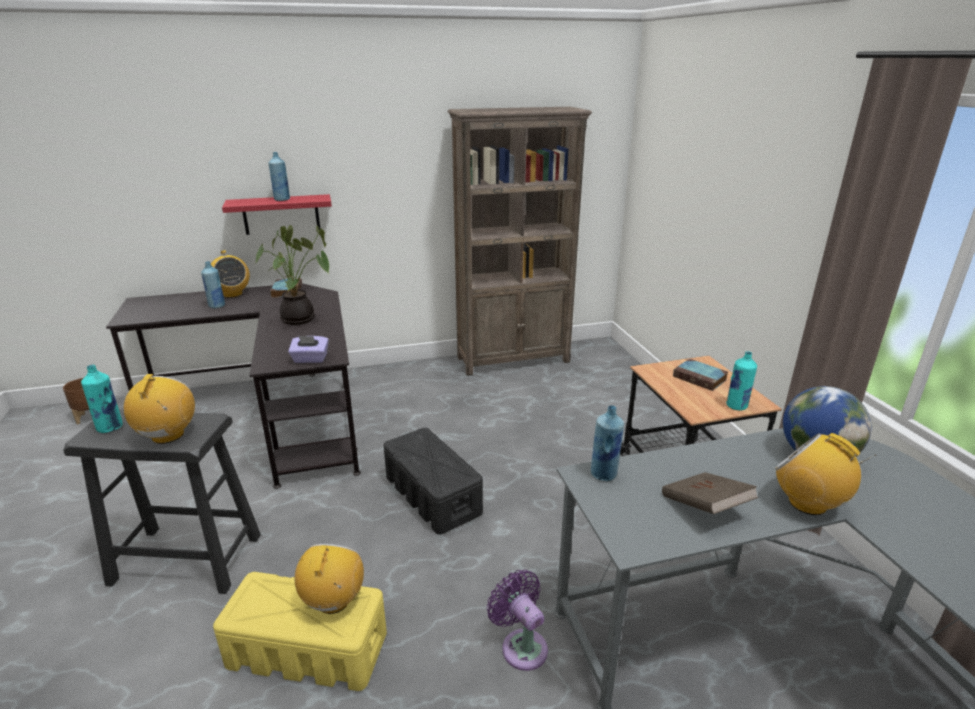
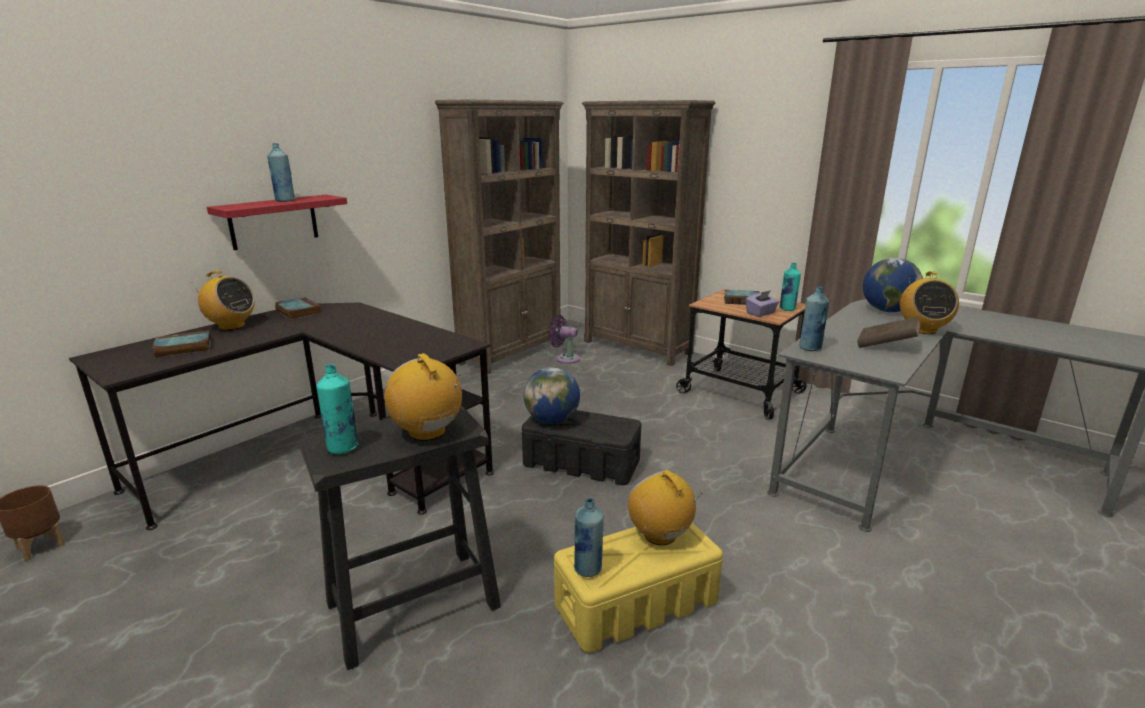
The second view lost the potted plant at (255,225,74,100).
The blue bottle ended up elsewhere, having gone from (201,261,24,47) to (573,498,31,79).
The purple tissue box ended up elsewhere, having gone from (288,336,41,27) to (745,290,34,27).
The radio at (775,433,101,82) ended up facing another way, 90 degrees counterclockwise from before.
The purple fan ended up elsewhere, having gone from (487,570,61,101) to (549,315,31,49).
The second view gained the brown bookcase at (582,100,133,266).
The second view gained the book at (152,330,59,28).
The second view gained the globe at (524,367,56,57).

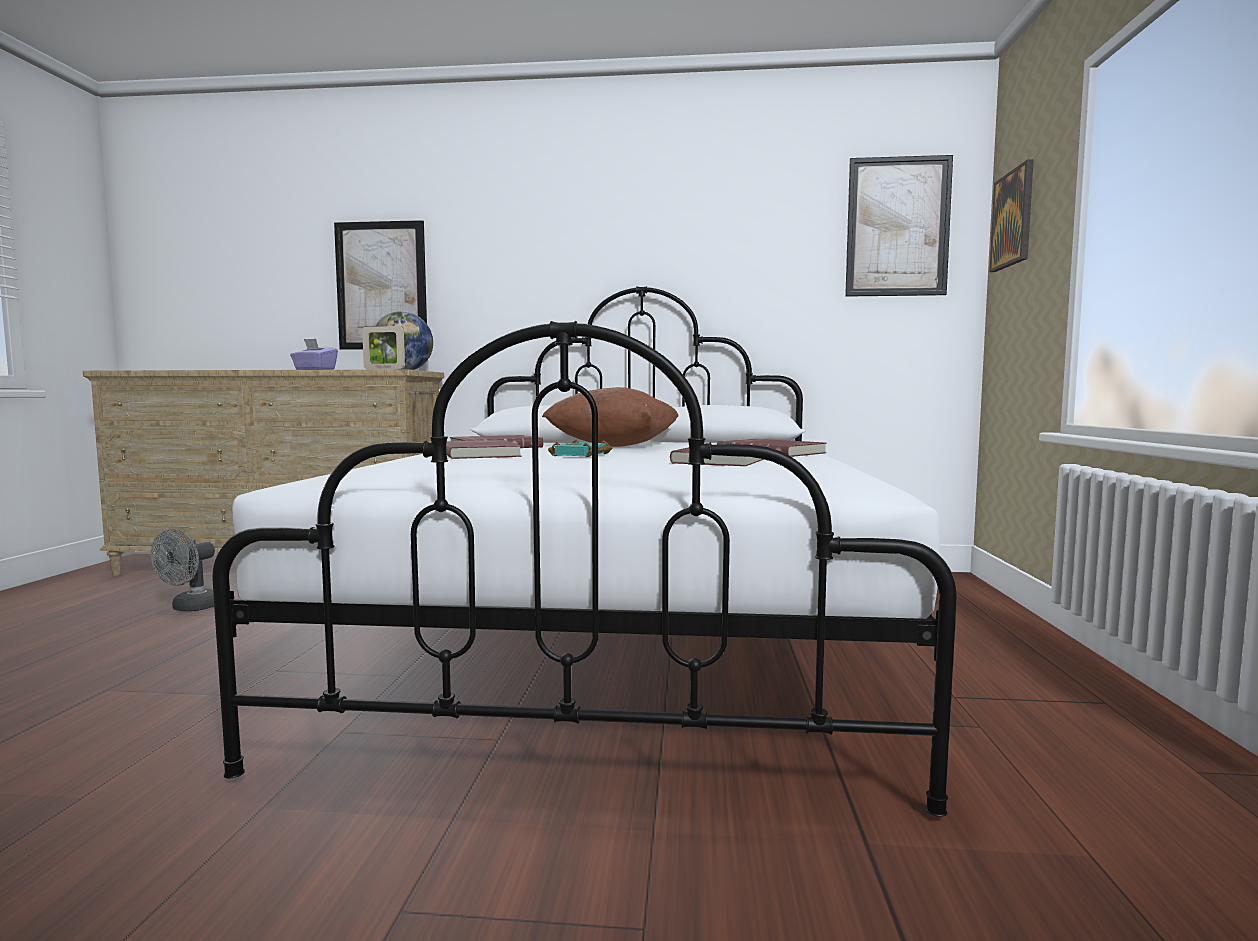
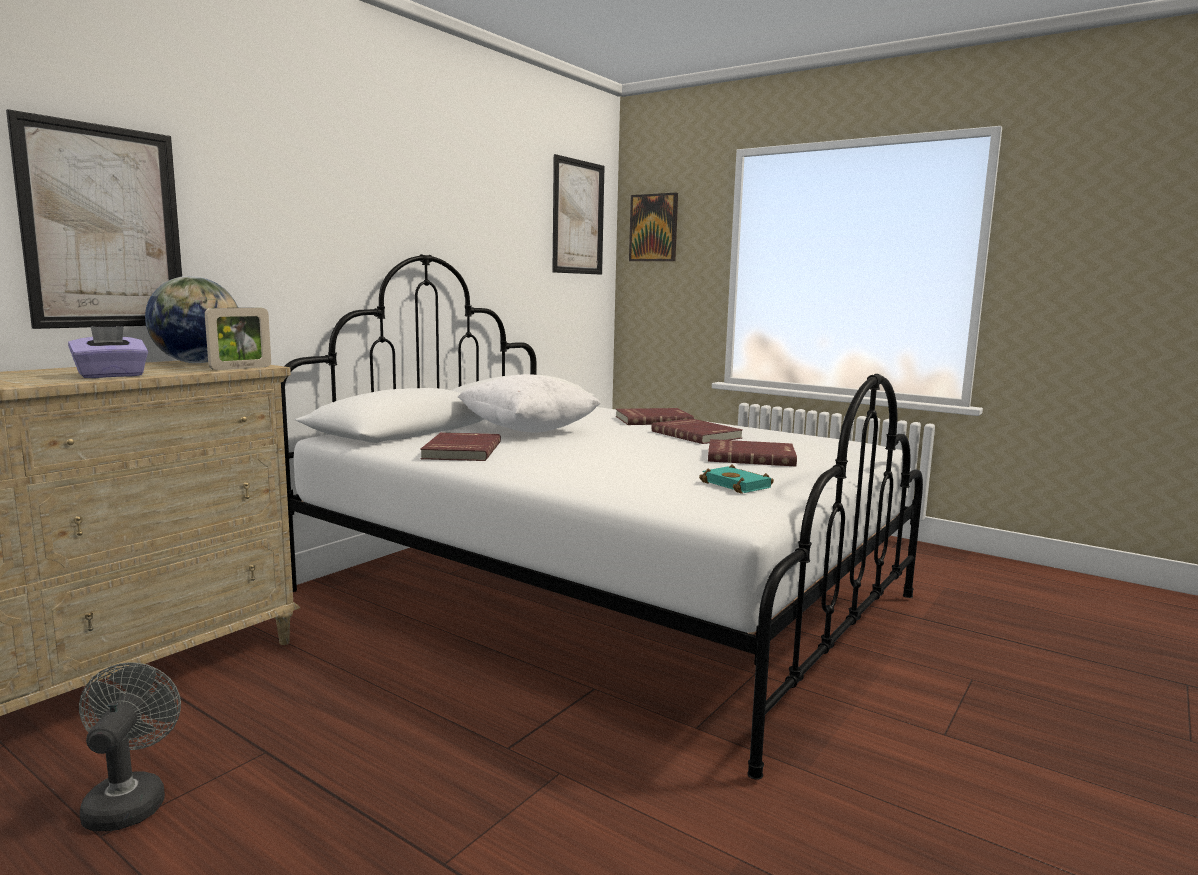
What was the brown pillow at (542,387,137,60) turned into the white pillow at (458,374,143,58).
The red book ended up elsewhere, having gone from (446,440,75,19) to (708,439,89,28).
The turquoise book ended up elsewhere, having gone from (548,440,64,17) to (699,464,75,30).
The grey fan at (151,529,64,82) ended up facing another way, 150 degrees counterclockwise from before.

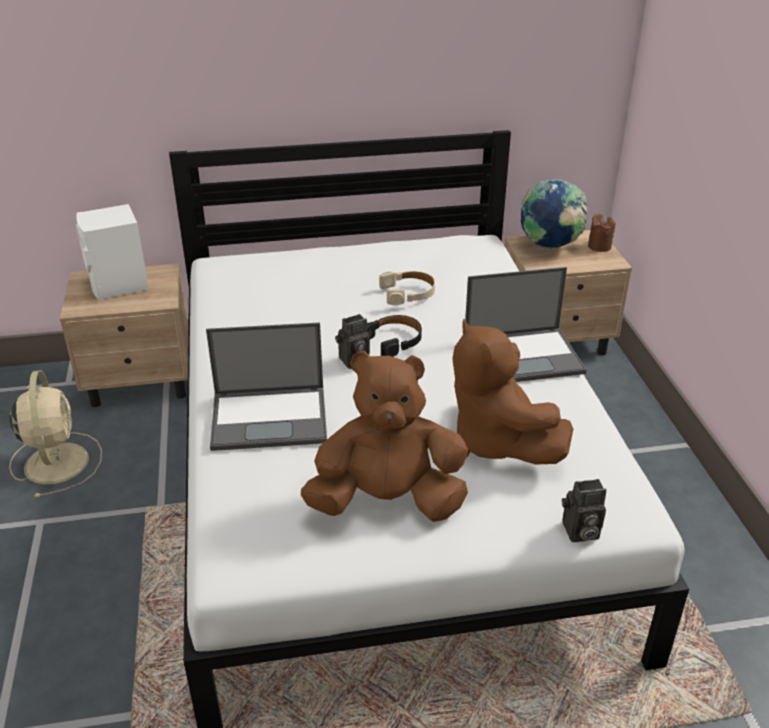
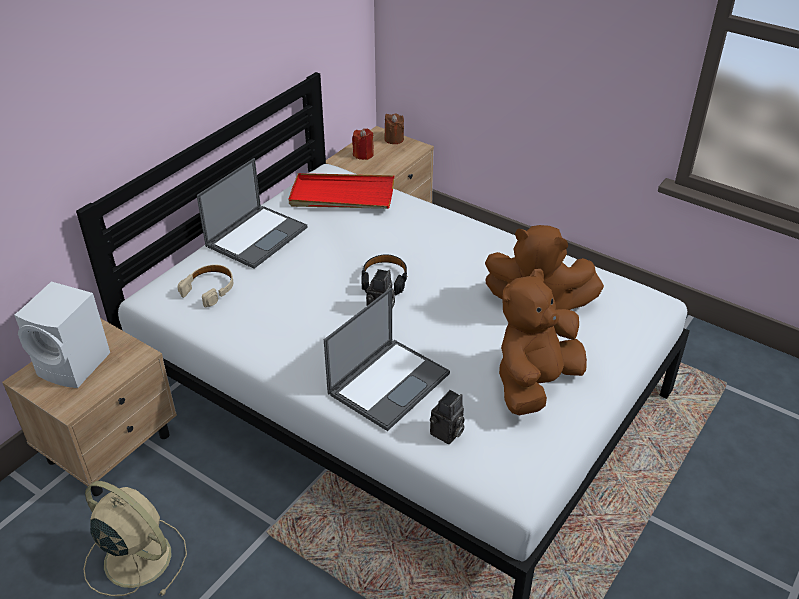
Where the globe stood at (521,179,67,70), the red candle came to stand at (352,128,22,32).
The laptop ended up elsewhere, having gone from (465,267,122,115) to (197,158,110,111).
The beige headphones ended up elsewhere, having gone from (379,271,56,34) to (178,264,55,44).
The photo camera ended up elsewhere, having gone from (562,479,44,63) to (430,390,35,54).
The second view gained the red tray at (288,173,106,36).

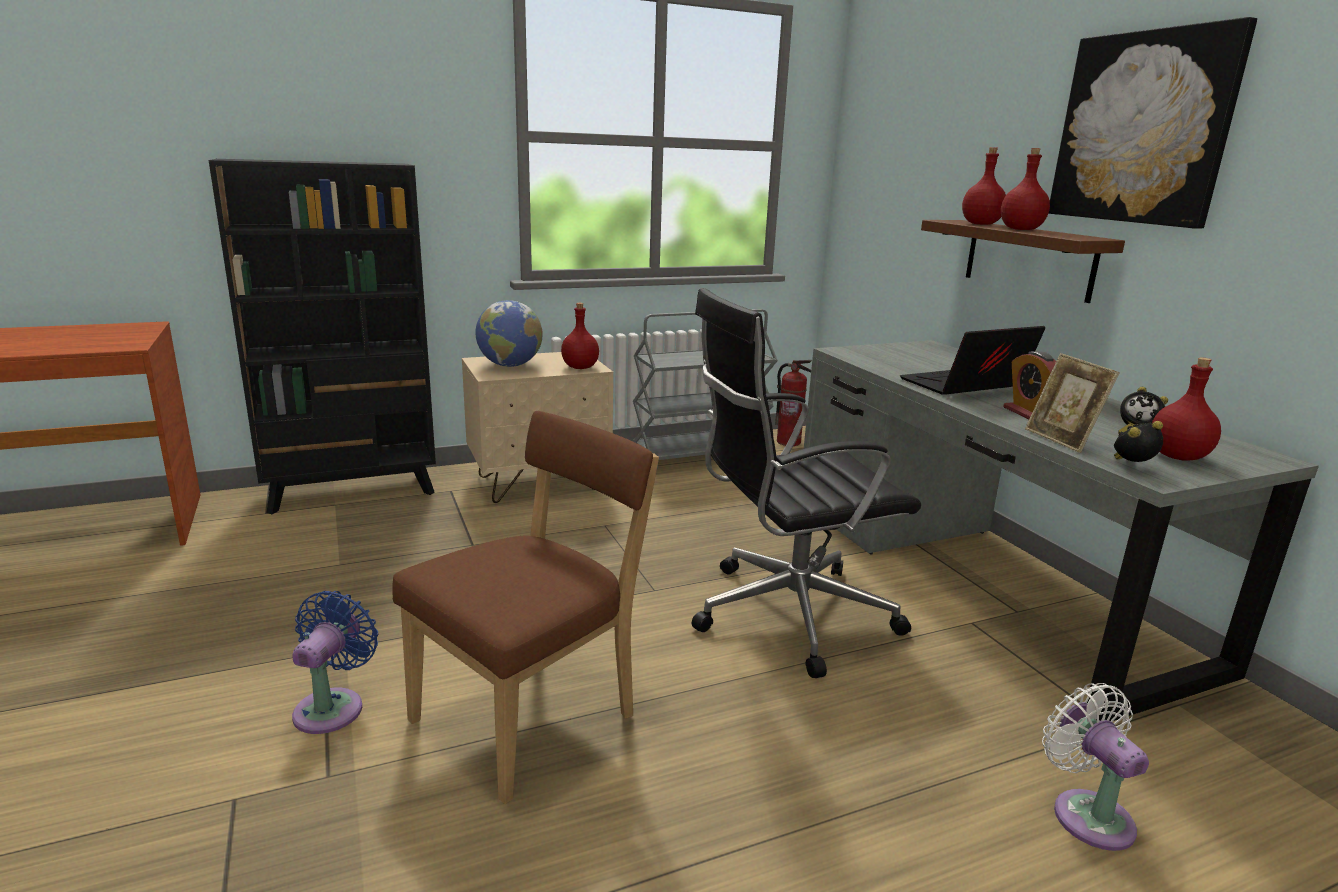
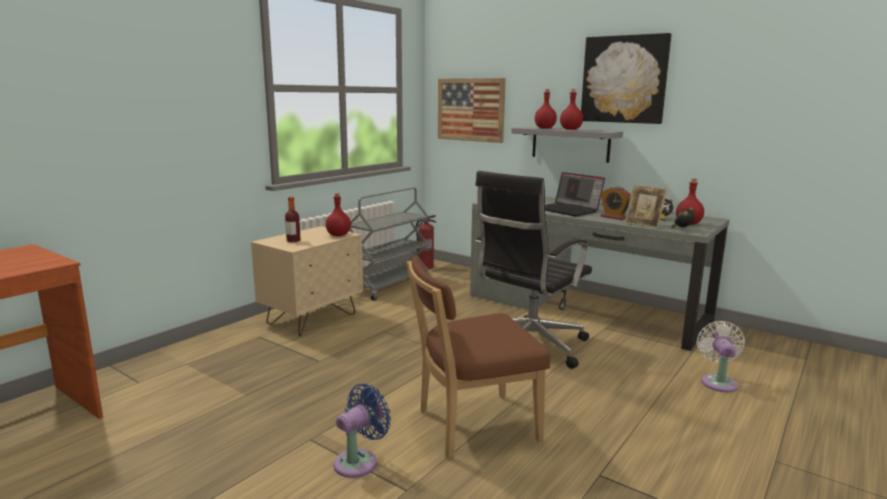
The second view lost the black bookcase at (209,159,227,355).
What was the brown shelf at (921,220,204,83) turned into the grey shelf at (511,127,112,36).
Where the globe stood at (476,300,67,67), the bottle came to stand at (285,197,16,45).
The laptop at (900,326,145,69) ended up facing another way, 75 degrees counterclockwise from before.
The brown chair at (392,411,267,393) ended up facing another way, 120 degrees counterclockwise from before.
The blue fan at (292,591,86,143) ended up facing another way, 60 degrees clockwise from before.
The white fan at (1042,683,107,168) ended up facing another way, 60 degrees clockwise from before.
The second view gained the picture at (438,78,68,65).

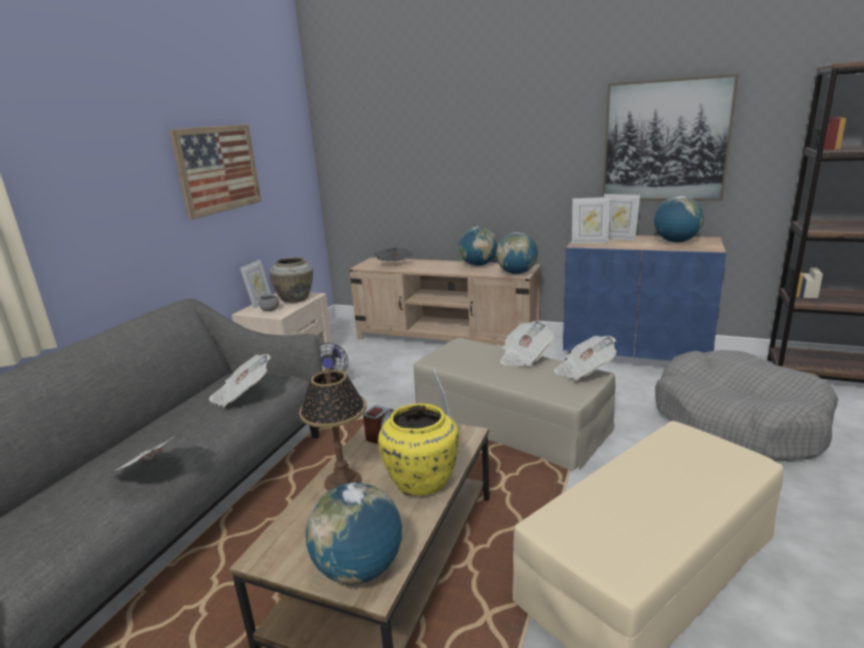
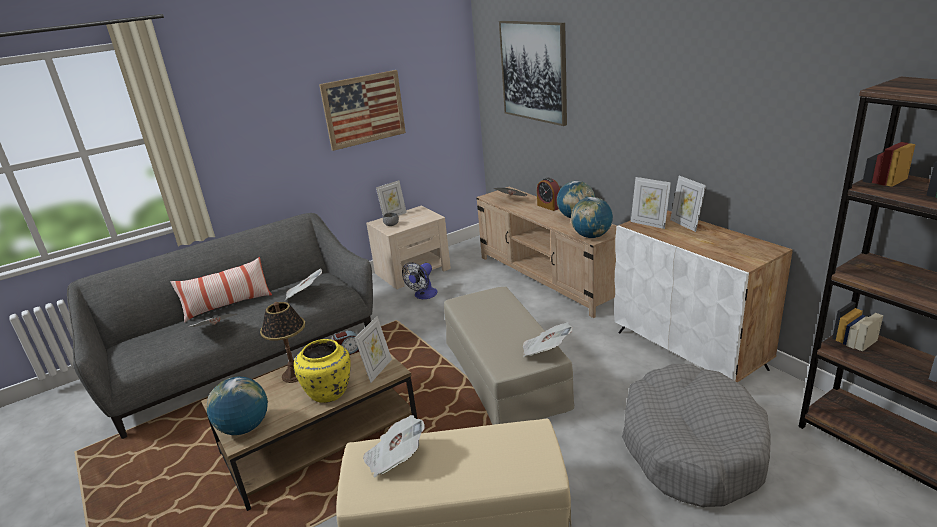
The picture ended up elsewhere, having gone from (602,74,137,127) to (499,21,68,105).
The second view lost the globe at (654,196,50,47).
What was the blue cabinet at (563,235,163,126) turned into the white cabinet at (614,210,179,172).
The second view lost the beige vase at (270,257,43,46).
The newspaper ended up elsewhere, having gone from (500,321,54,45) to (363,415,62,63).
The second view gained the alarm clock at (537,178,23,33).
The second view gained the pillow at (171,257,101,65).

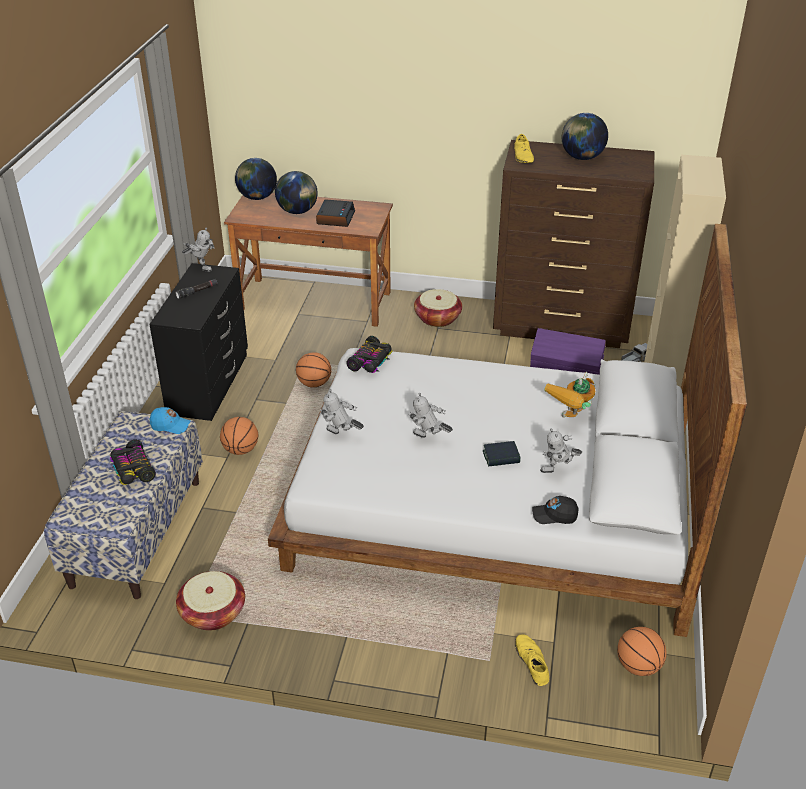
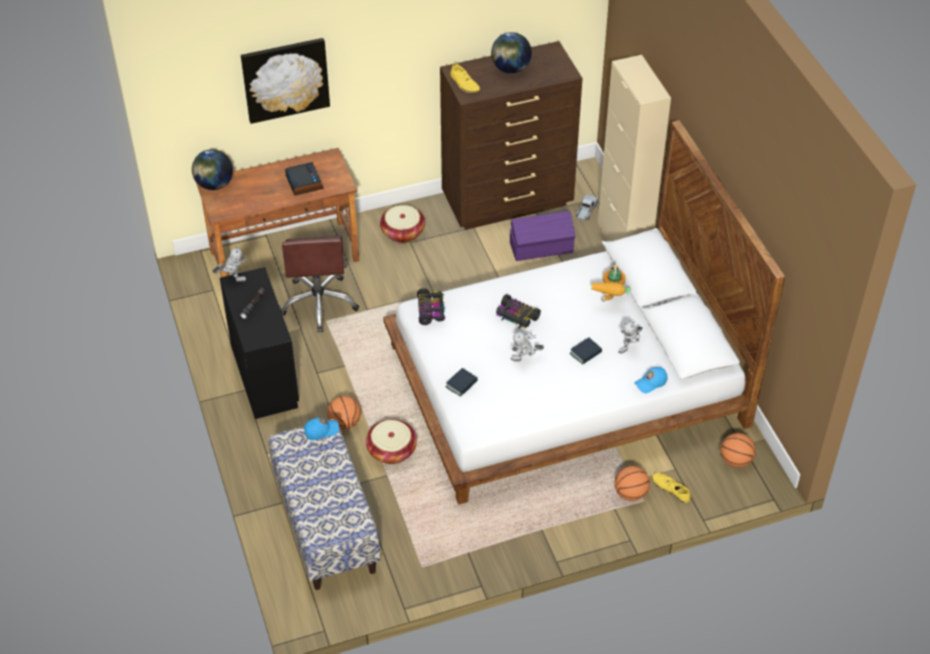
The second view lost the globe at (275,171,43,43).
The basketball ended up elsewhere, having gone from (296,352,35,36) to (614,466,36,35).
Where the toy robot stood at (320,389,44,45), the book came to stand at (446,368,32,29).
The toy car ended up elsewhere, having gone from (110,440,46,45) to (496,294,45,35).
What was the black cap at (532,496,47,28) turned into the blue cap at (634,367,33,26).
The basket ended up elsewhere, having gone from (176,571,69,60) to (366,419,51,45).
The second view gained the picture at (241,38,89,86).
The second view gained the brown office chair at (281,236,78,96).

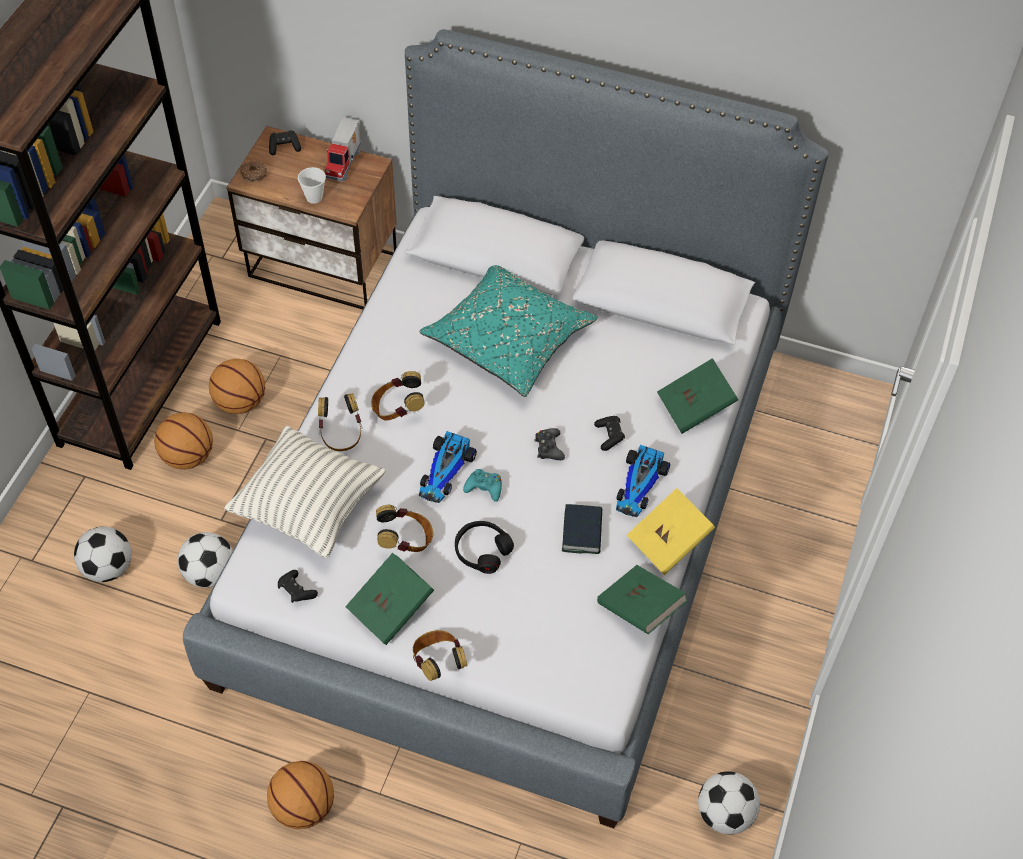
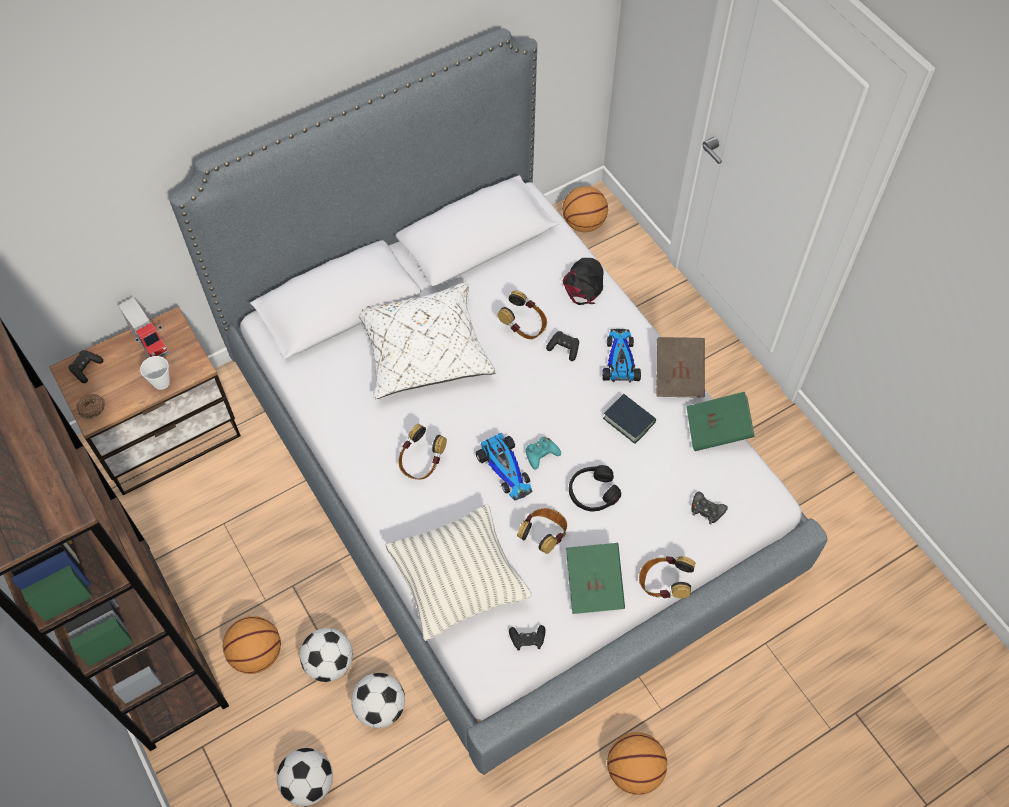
What was the turquoise pillow at (419,265,179,132) turned into the white pillow at (359,282,137,117).
Where the green book stood at (657,358,81,76), the black cap came to stand at (563,258,41,47).
The basketball ended up elsewhere, having gone from (209,359,56,55) to (562,186,46,46).
The headphones ended up elsewhere, having gone from (318,393,44,58) to (497,291,50,48).
The black game controller ended up elsewhere, having gone from (534,428,31,32) to (691,491,37,33).
The toy car at (616,445,54,72) ended up facing another way, 150 degrees counterclockwise from before.
What was the yellow book at (627,488,88,87) turned into the brown book at (657,337,48,61).
The football ended up elsewhere, having gone from (698,771,62,64) to (300,628,53,54).

